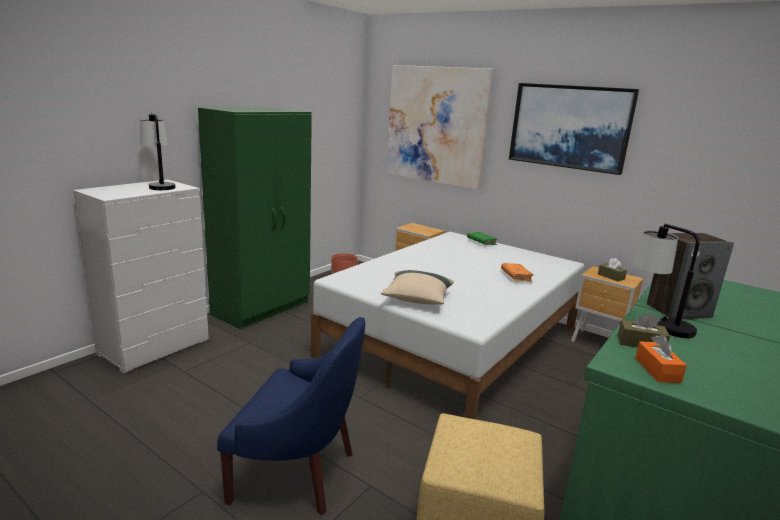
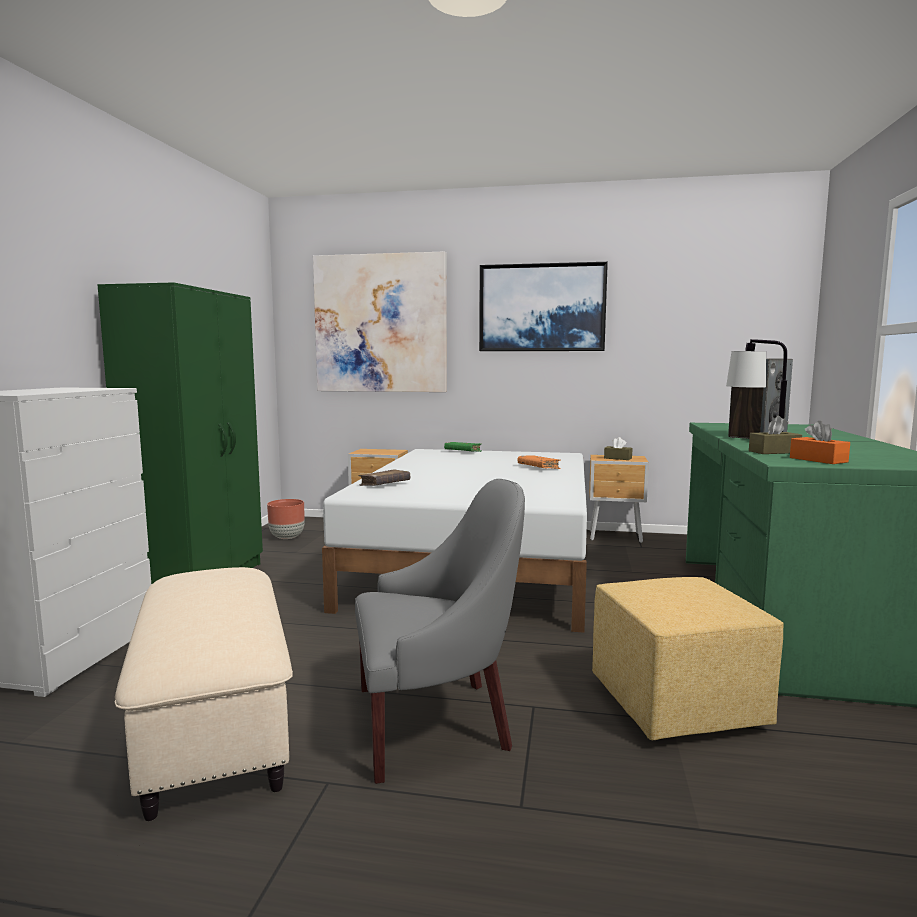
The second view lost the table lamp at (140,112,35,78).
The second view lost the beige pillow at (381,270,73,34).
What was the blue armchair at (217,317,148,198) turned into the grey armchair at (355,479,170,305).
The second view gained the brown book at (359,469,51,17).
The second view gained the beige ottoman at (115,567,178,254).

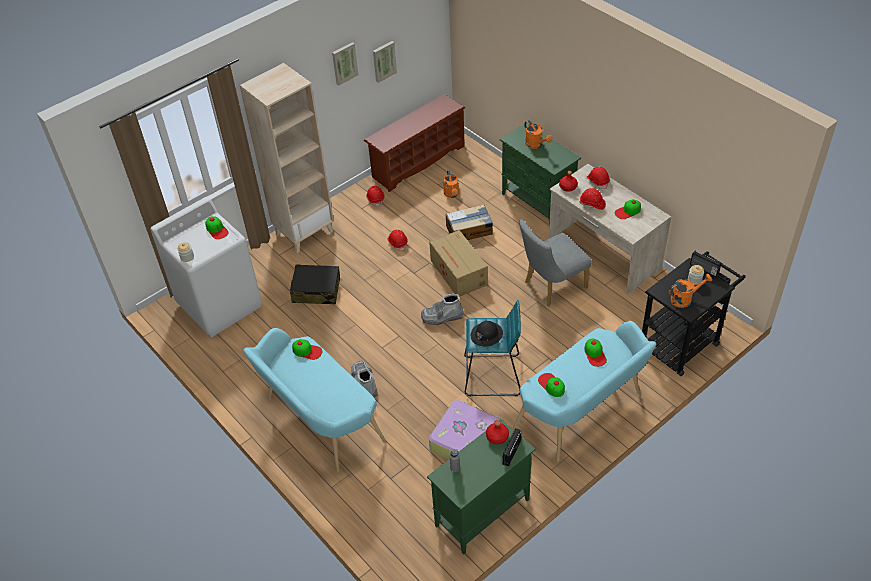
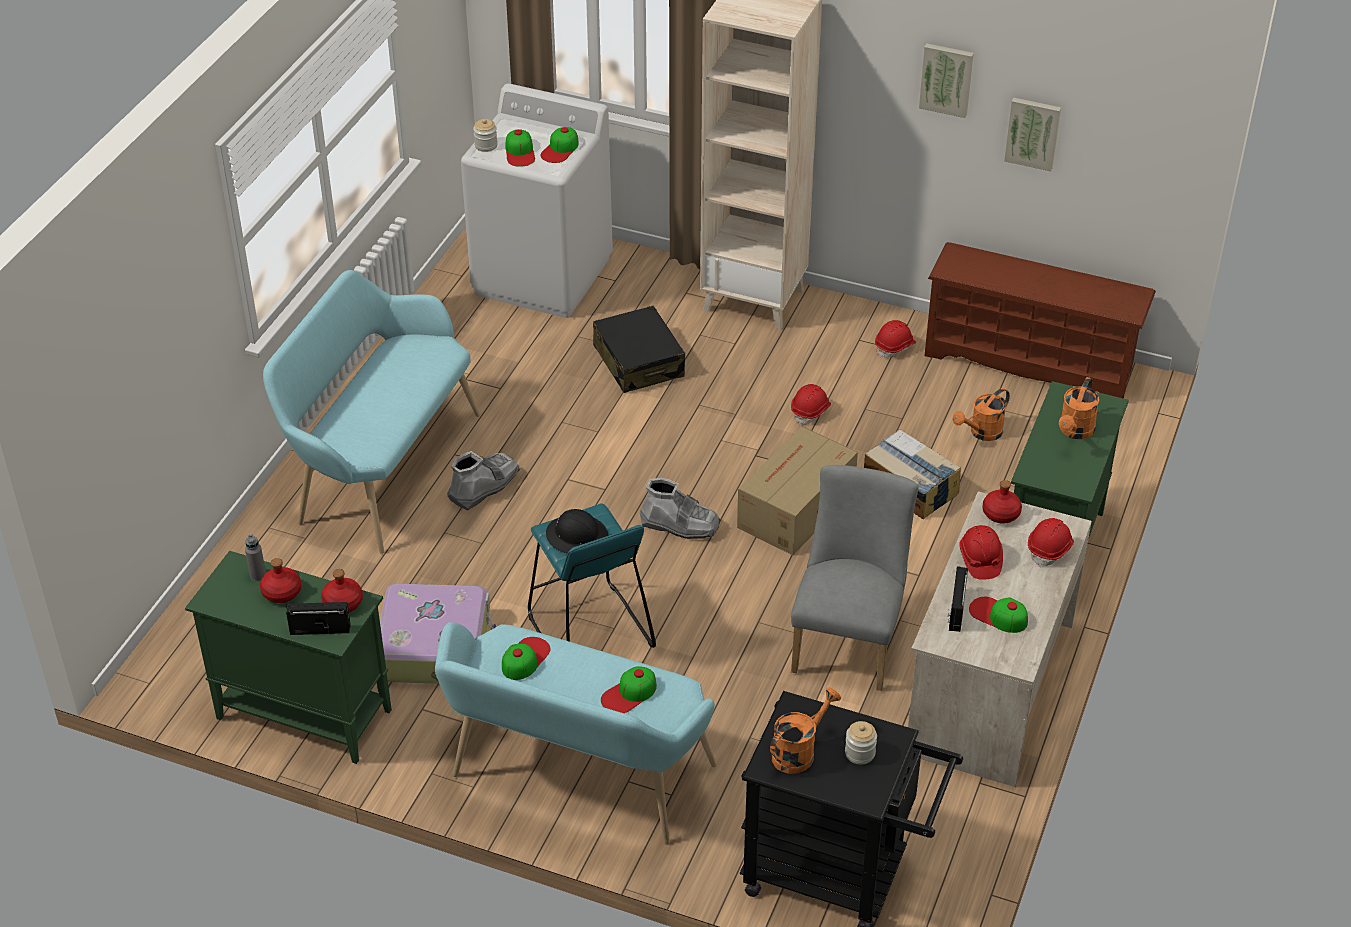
The grey chair at (519,219,73,87) ended up facing another way, 75 degrees clockwise from before.
The radio ended up elsewhere, having gone from (690,250,32,27) to (948,566,20,66).
The orange watering can at (669,274,43,34) ended up facing another way, 90 degrees counterclockwise from before.
The grey boot at (421,293,43,32) ended up facing another way, 150 degrees clockwise from before.
The cap ended up elsewhere, having gone from (292,339,30,21) to (506,129,29,38).
The second view gained the red bottle at (260,558,41,45).

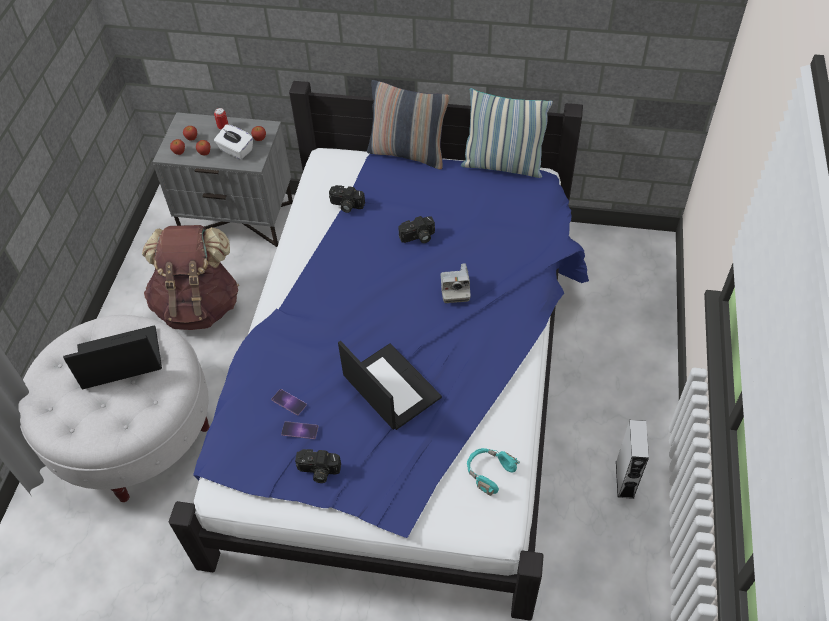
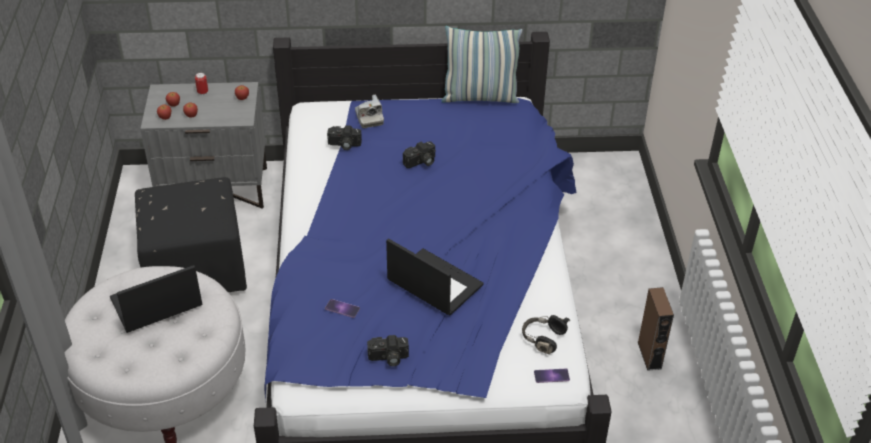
The second view lost the pillow at (367,80,83,89).
The second view lost the white tissue box at (214,125,39,34).
Where the brown backpack stood at (142,225,97,105), the black ottoman came to stand at (135,177,112,115).
The photo camera ended up elsewhere, having gone from (441,263,29,40) to (355,95,29,33).
What was the grey speaker at (616,420,33,79) turned into the brown speaker at (638,287,36,84).
The phone ended up elsewhere, having gone from (281,421,38,18) to (534,368,36,15).
What was the turquoise headphones at (467,448,53,48) turned into the black headphones at (522,315,48,39).

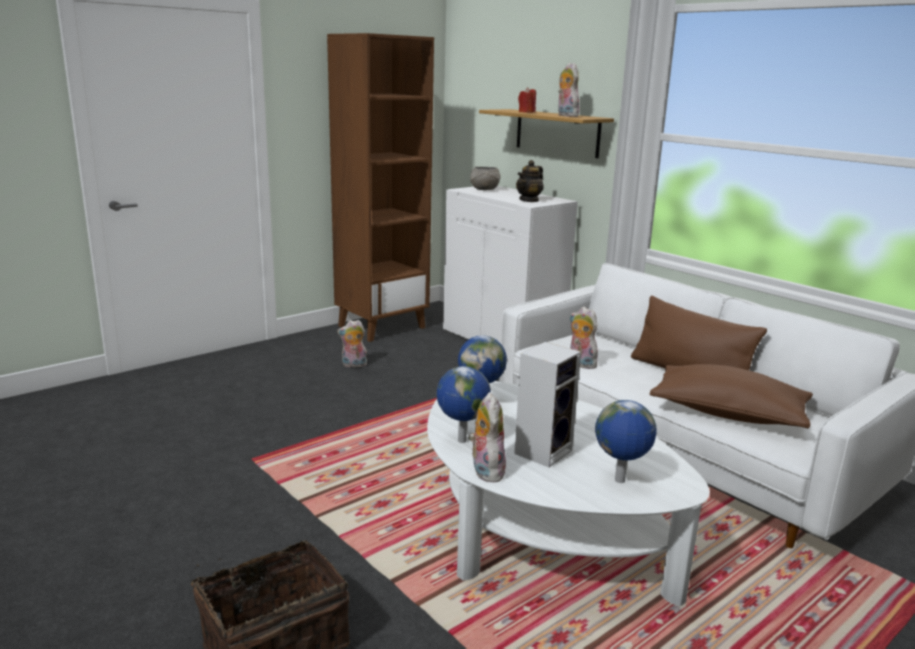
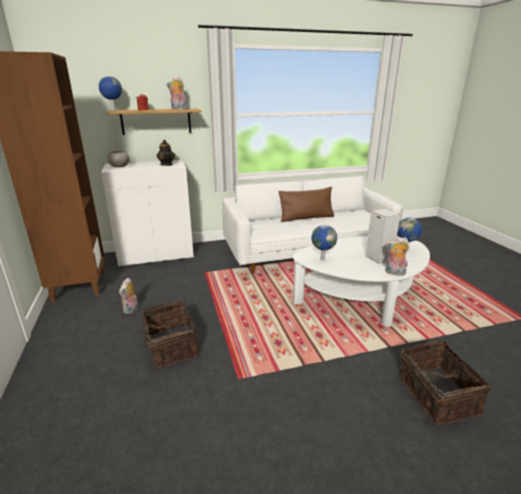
The second view lost the plush toy at (569,307,29,62).
The second view lost the brown pillow at (649,364,164,64).
The globe ended up elsewhere, having gone from (437,366,54,77) to (99,76,23,35).
The second view gained the basket at (142,301,58,67).

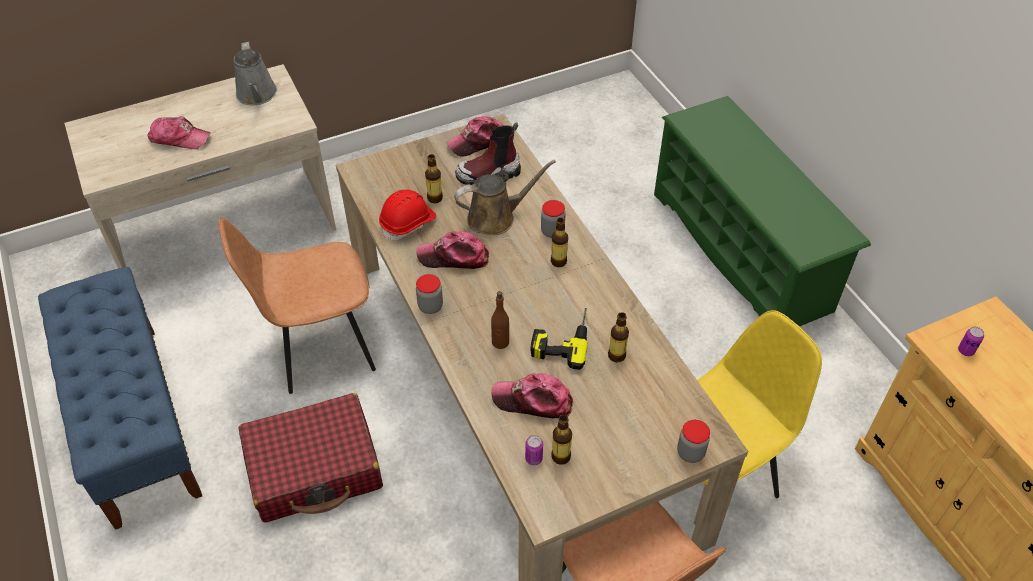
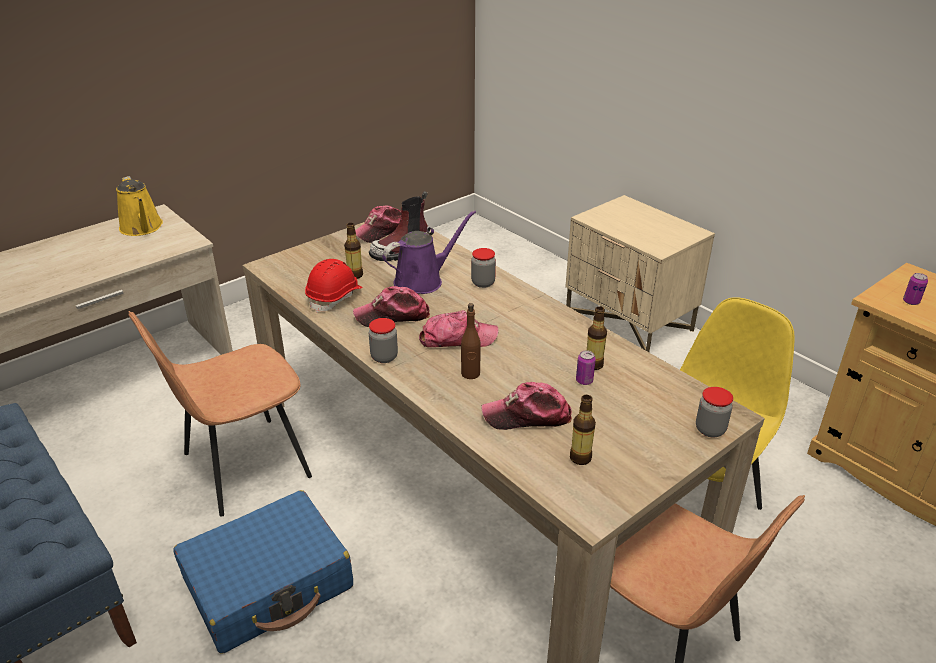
What was the grey watering can at (234,42,43,63) turned into the yellow watering can at (116,176,47,60).
Where the green shoe rack stood at (654,96,217,231), the beige nightstand came to stand at (565,195,150,157).
The cap ended up elsewhere, having gone from (147,117,63,32) to (419,310,80,37).
What was the brown watering can at (454,160,102,75) turned into the purple watering can at (382,210,94,84).
The second view lost the bottle at (551,218,17,49).
The second view lost the power drill at (531,308,56,62).
What was the red suitcase at (238,393,145,129) turned into the blue suitcase at (173,490,180,163).
The can ended up elsewhere, having gone from (525,435,18,30) to (576,350,20,35).

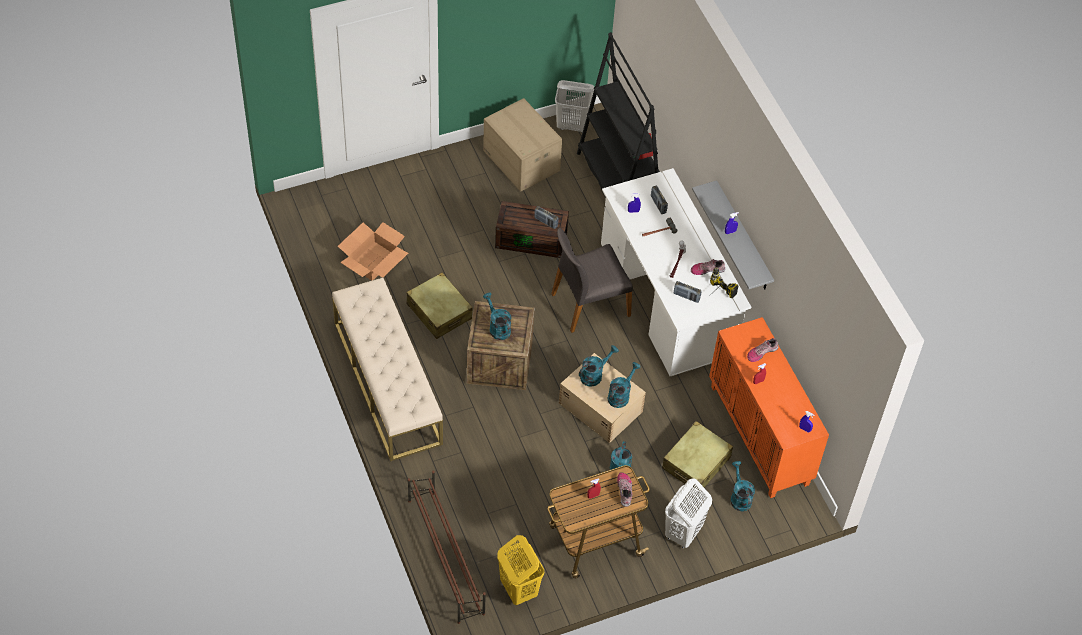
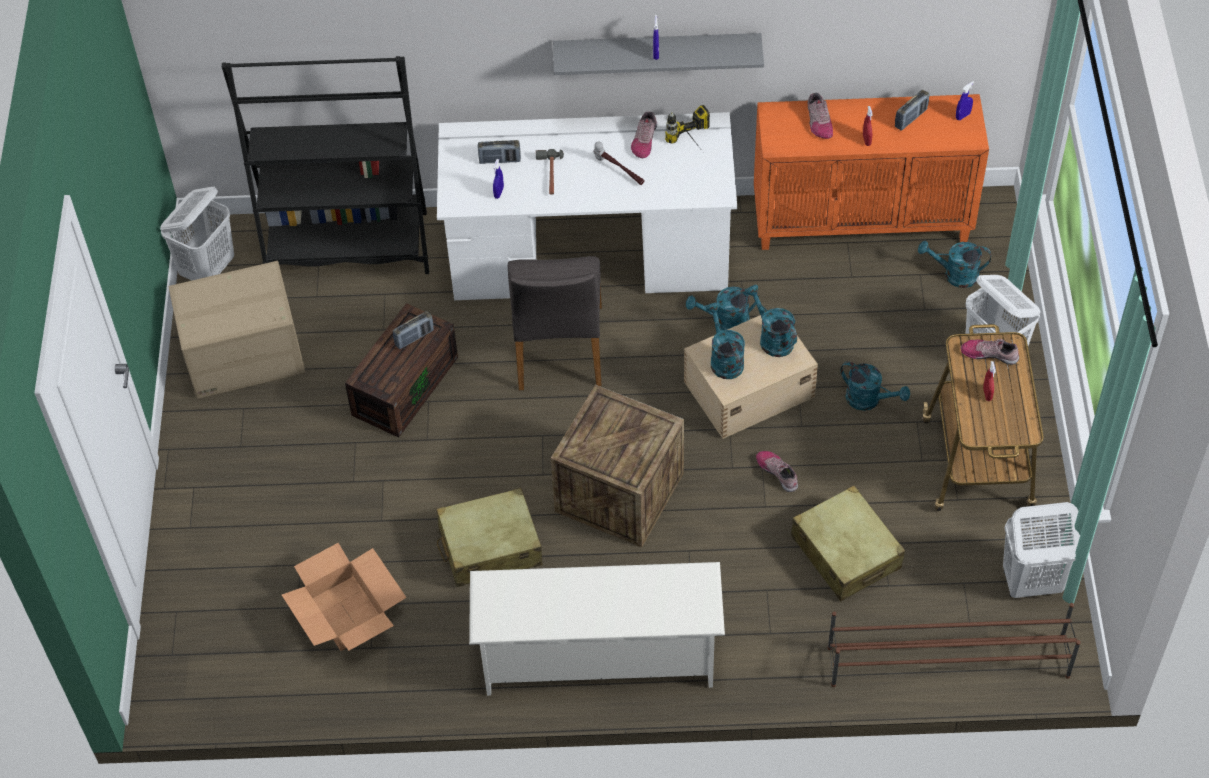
Where the beige bench stood at (332,278,111,183), the white shoe rack came to stand at (469,562,256,134).
The radio ended up elsewhere, having gone from (674,281,28,22) to (895,90,34,41).
The turquoise watering can ended up elsewhere, having gone from (483,293,28,47) to (686,287,73,43).
The beige suitcase ended up elsewhere, having gone from (662,421,71,70) to (791,485,114,116).
What was the yellow laundry basket at (497,535,47,70) turned into the white laundry basket at (1003,502,77,96).
The second view gained the shoe at (756,451,42,41).

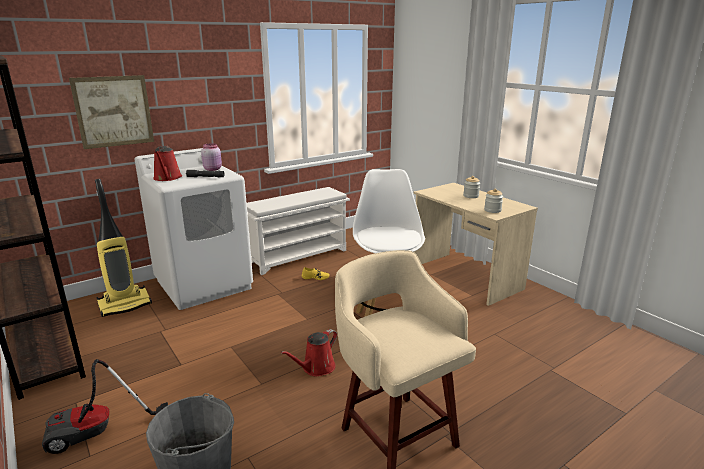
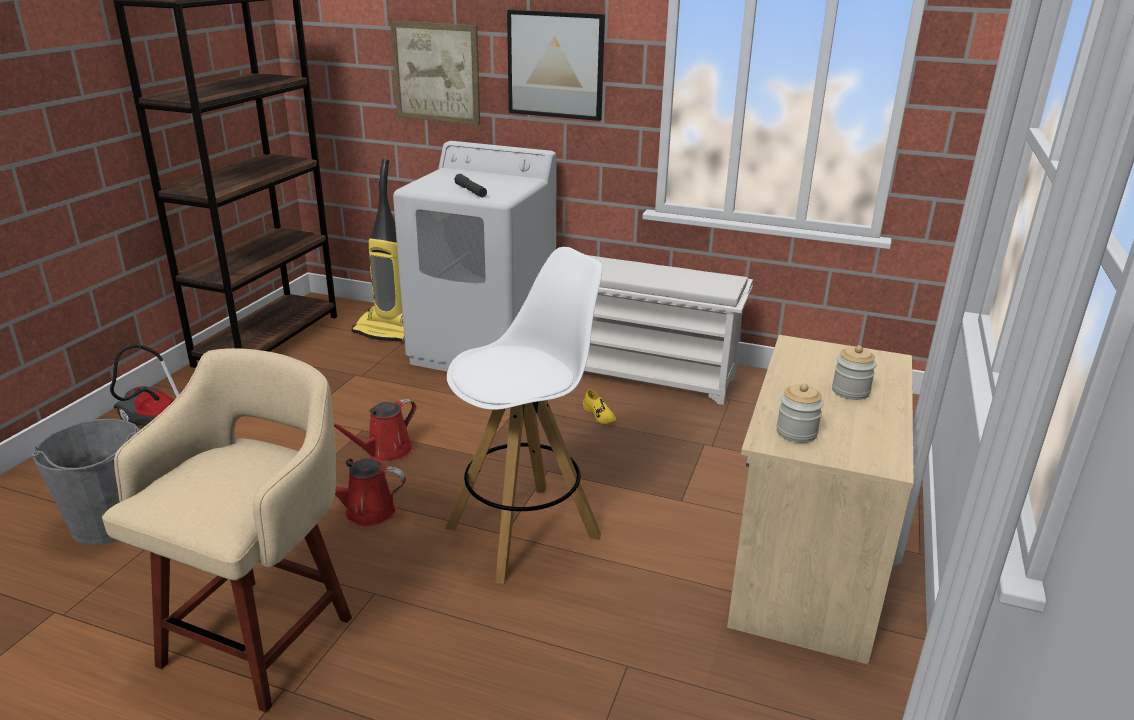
The second view lost the pink jar at (201,143,21,28).
The red watering can ended up elsewhere, having gone from (153,146,29,35) to (334,399,83,63).
The second view gained the picture at (507,10,98,111).

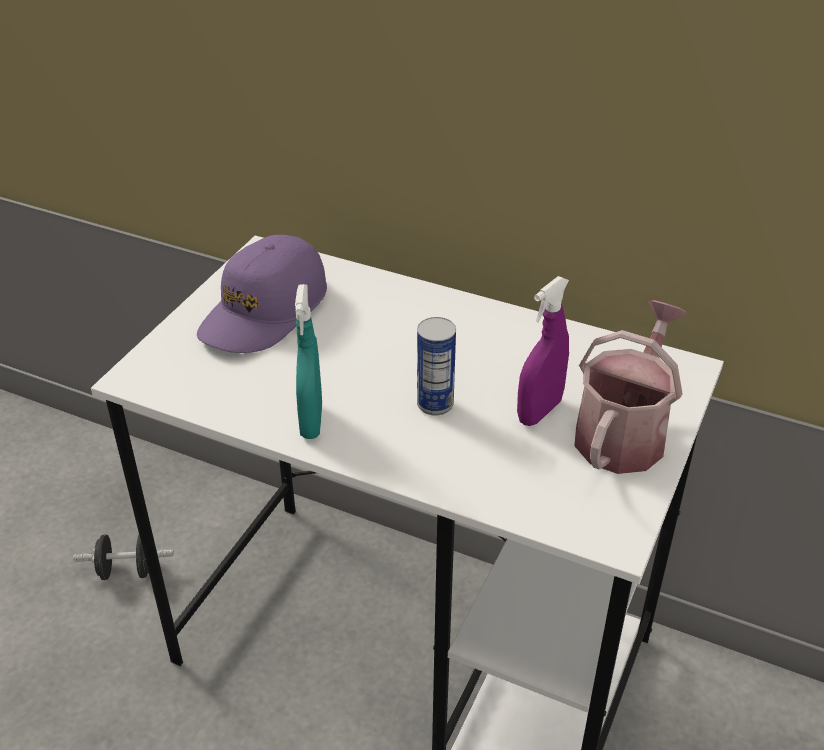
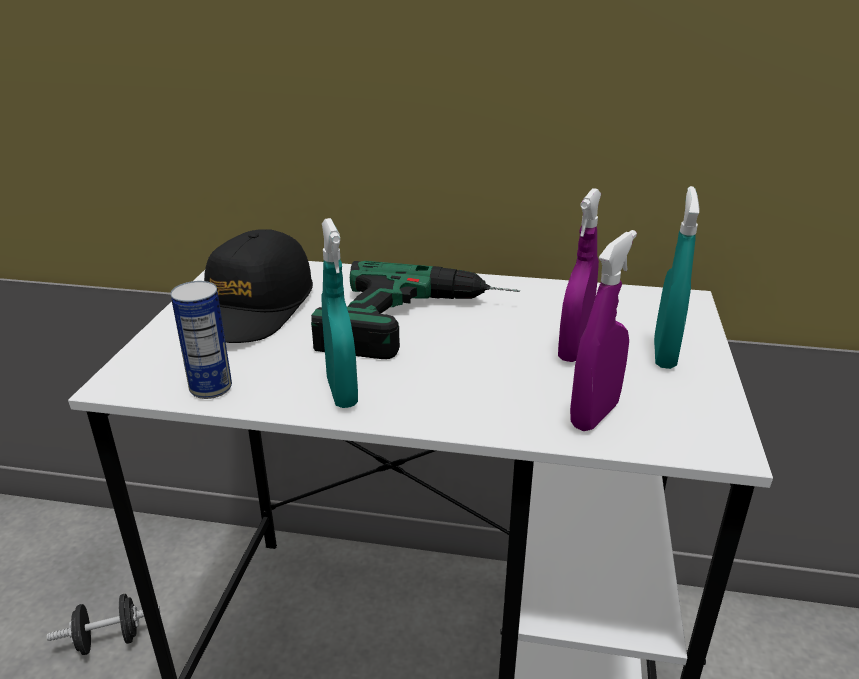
What was the purple cap at (197,235,130,118) turned into the black cap at (204,229,109,114).
Where the watering can stood at (574,300,113,174), the turquoise spray bottle came to stand at (654,186,46,183).
The can ended up elsewhere, having gone from (417,317,39,99) to (170,281,62,118).
The second view gained the purple spray bottle at (570,230,67,201).
The second view gained the power drill at (311,261,209,98).

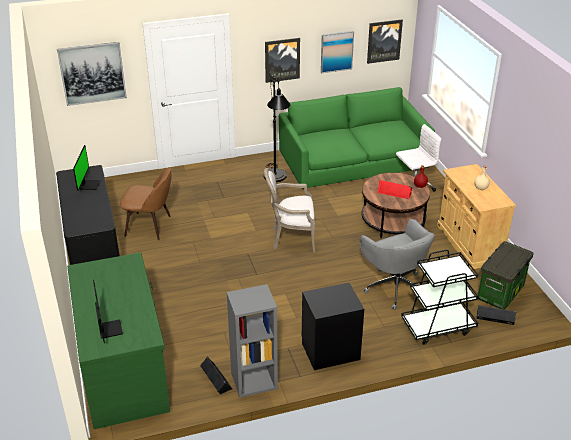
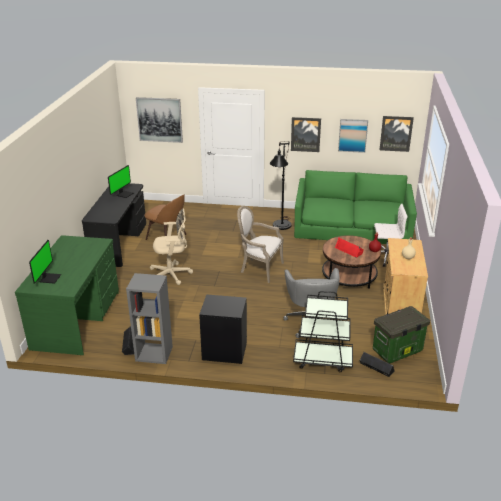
The second view gained the beige office chair at (150,209,43,76).

